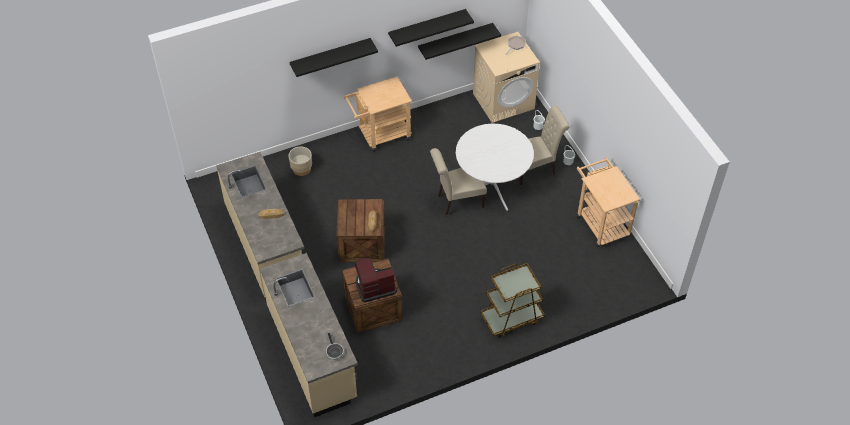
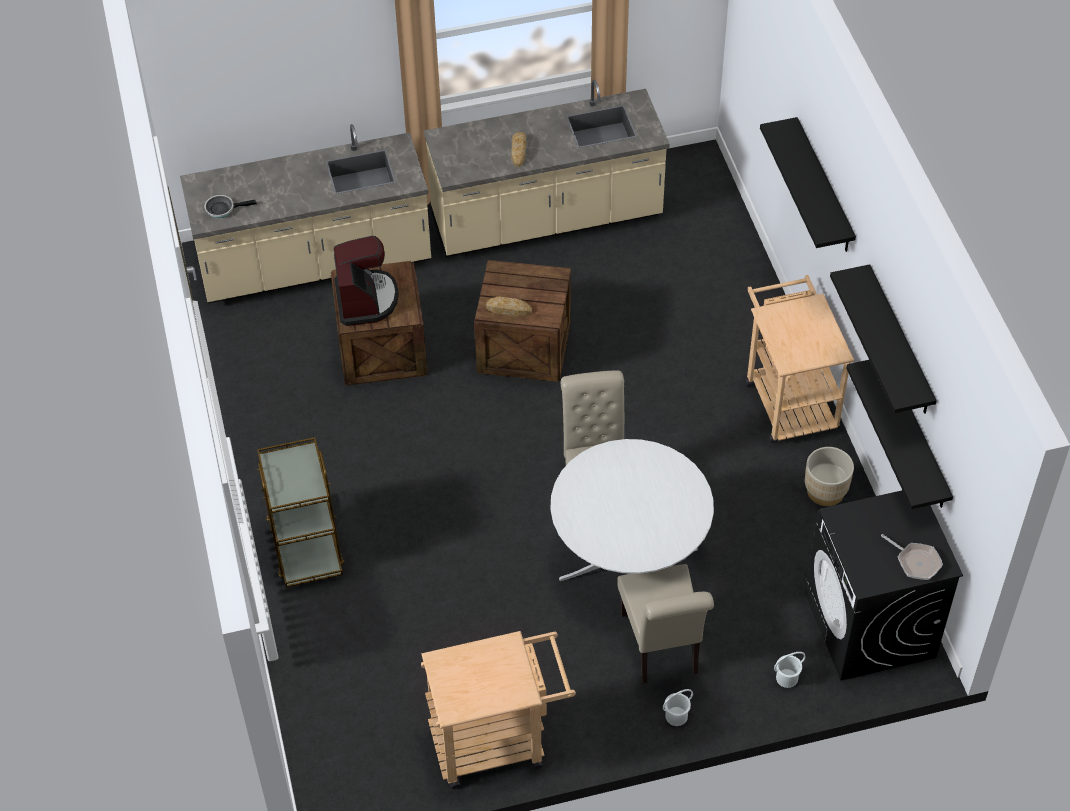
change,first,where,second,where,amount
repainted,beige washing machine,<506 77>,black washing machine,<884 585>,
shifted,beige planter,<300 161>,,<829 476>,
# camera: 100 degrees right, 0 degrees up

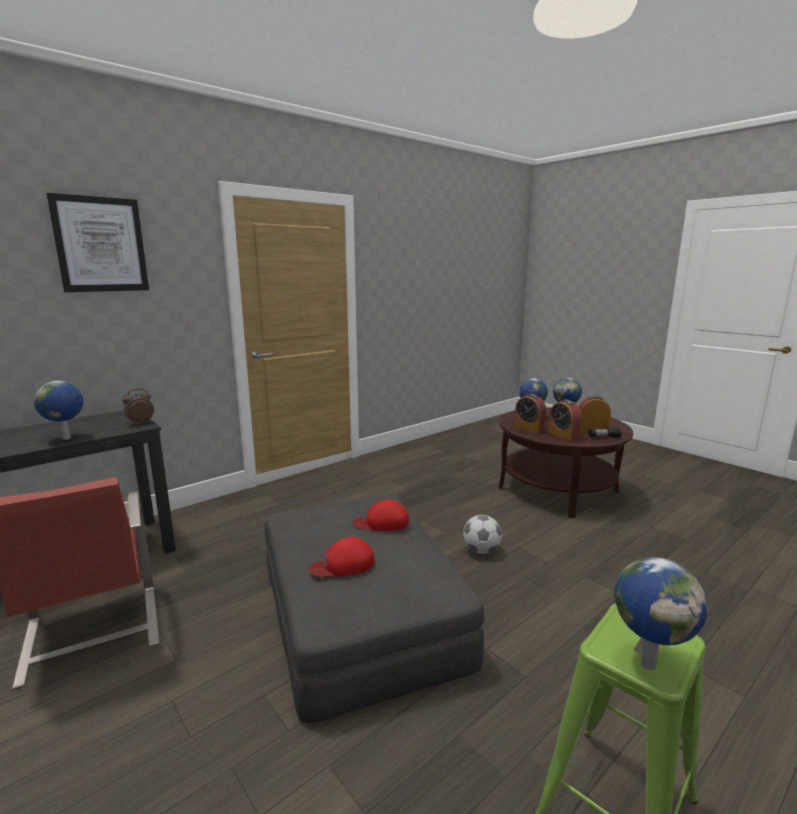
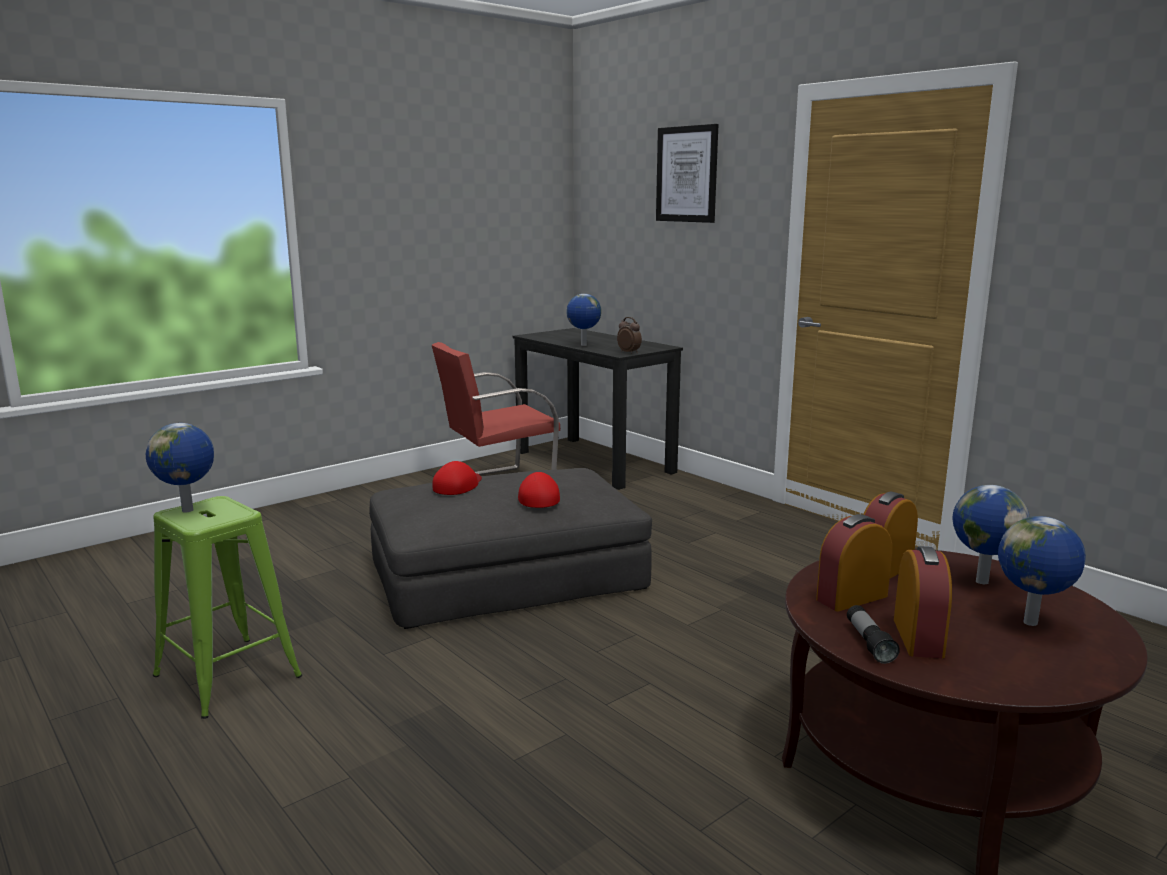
change,first,where,second,where,amount
gone,football,<482 534>,,,
rotated,red cap,<342 557>,,<457 478>,45 degrees clockwise
# camera: 90 degrees right, 0 degrees up

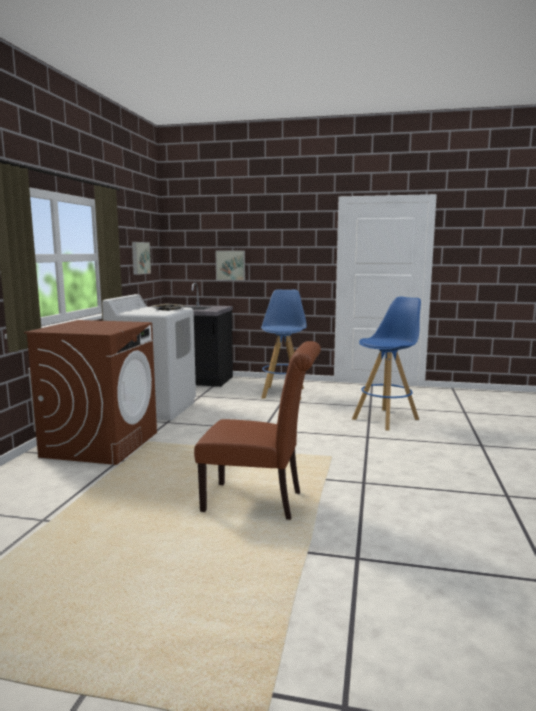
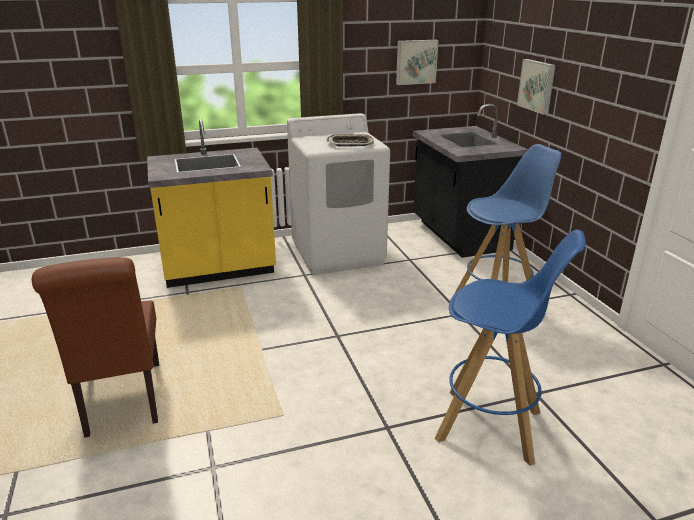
change,first,where,second,where,amount
swapped,brown washing machine,<90 392>,yellow counter,<211 203>,
# camera: 60 degrees right, 15 degrees up

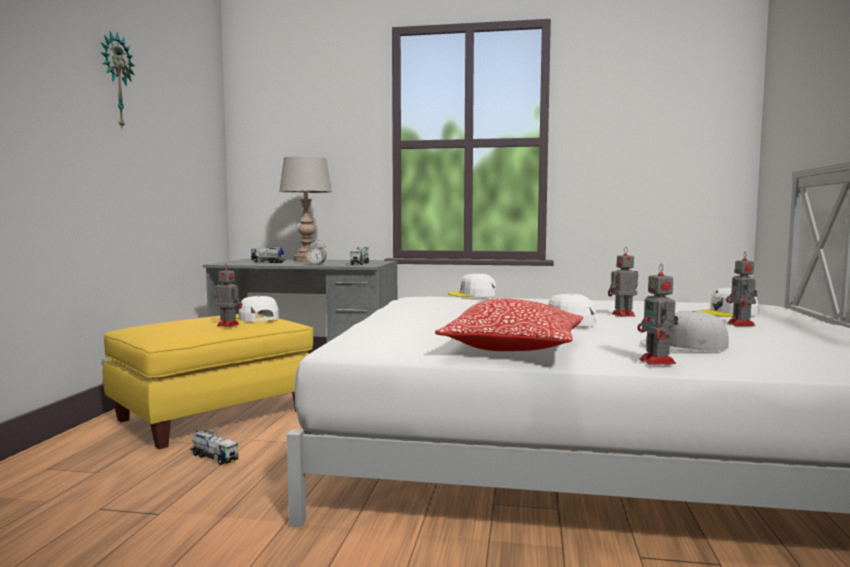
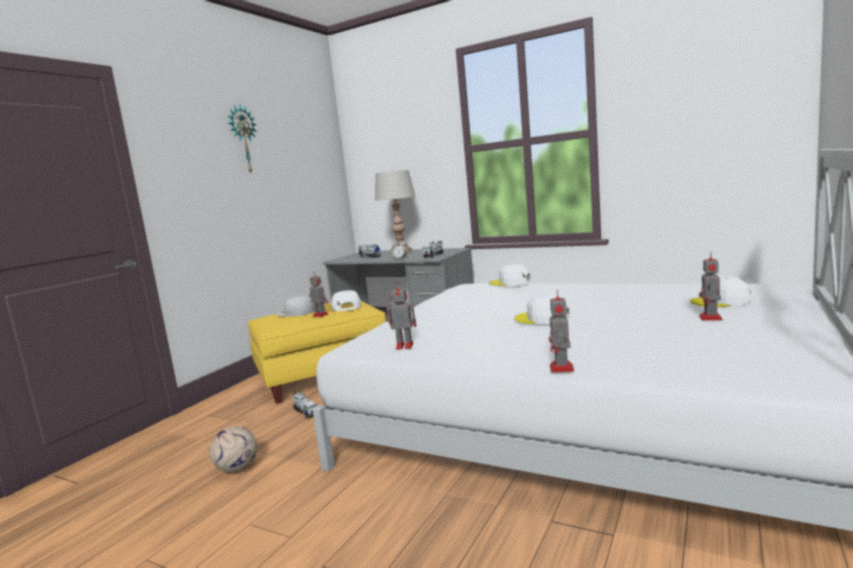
change,first,where,second,where,amount
shifted,toy robot,<623 282>,,<400 316>,
gone,pillow,<509 324>,,,
shifted,white cap,<684 330>,,<295 306>,
new,,,football,<233 449>,
# camera: 20 degrees right, 5 degrees up

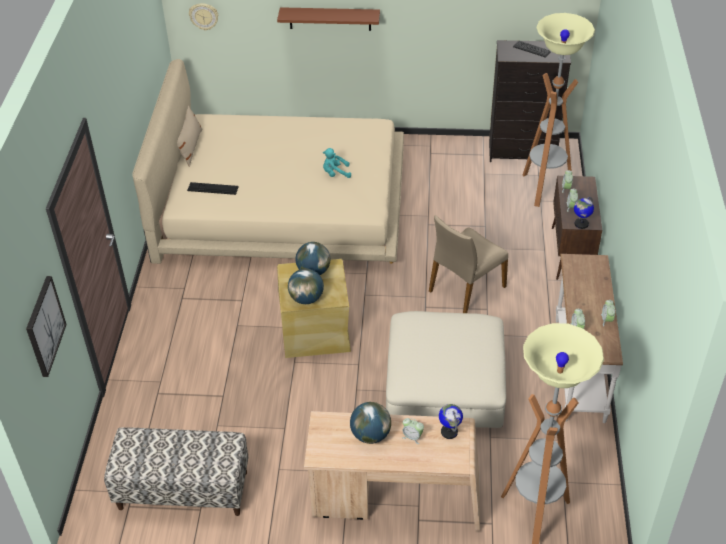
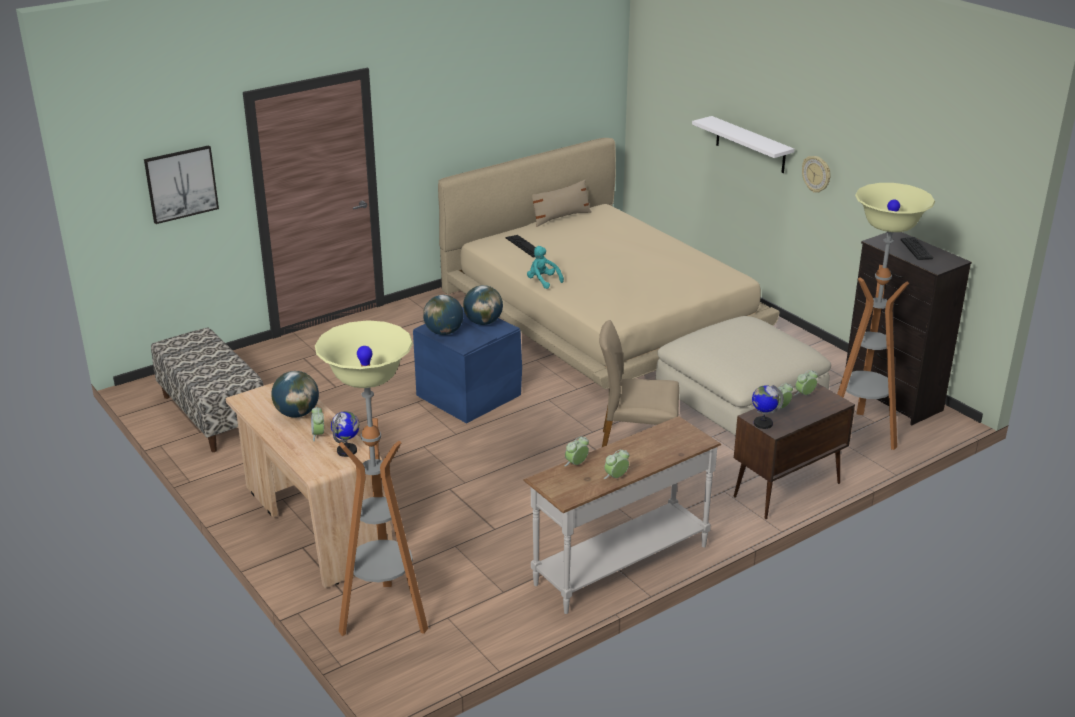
change,first,where,second,where,amount
shifted,wall clock,<204 17>,,<816 174>,
repainted,brown shelf,<328 19>,white shelf,<743 144>,
shifted,turquoise plush toy,<337 163>,,<545 267>,
repainted,beige storage box,<314 308>,blue storage box,<467 365>,
shifted,beige ottoman,<446 369>,,<743 376>,
# camera: 50 degrees right, 15 degrees down

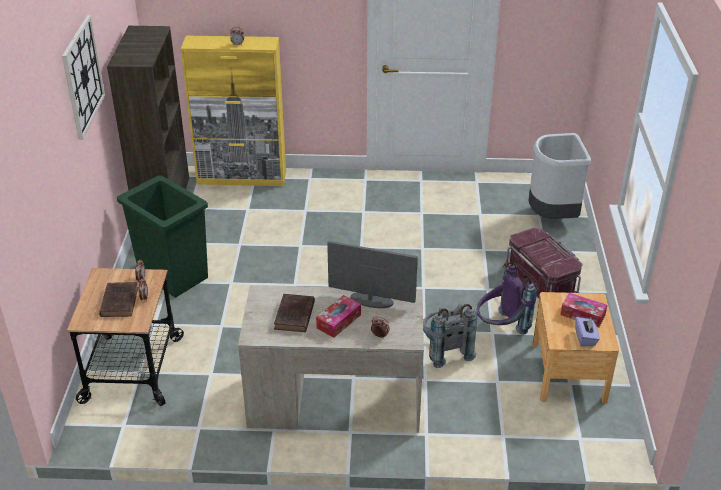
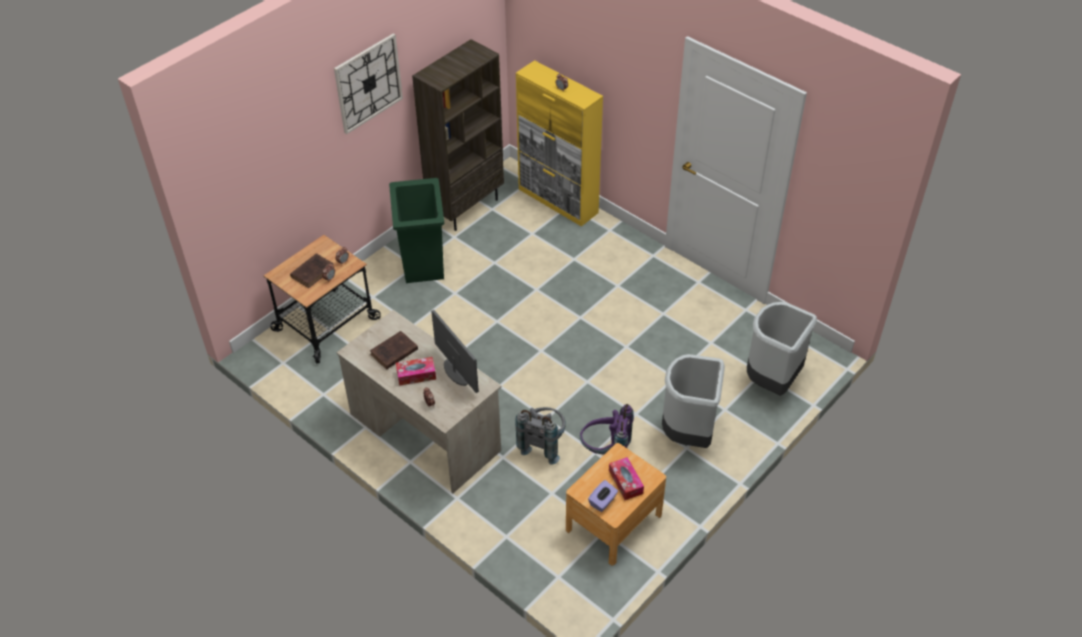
change,first,where,second,where,amount
swapped,red storage box,<543 263>,grey trash can,<693 401>,
# camera: 40 degrees right, 10 degrees up

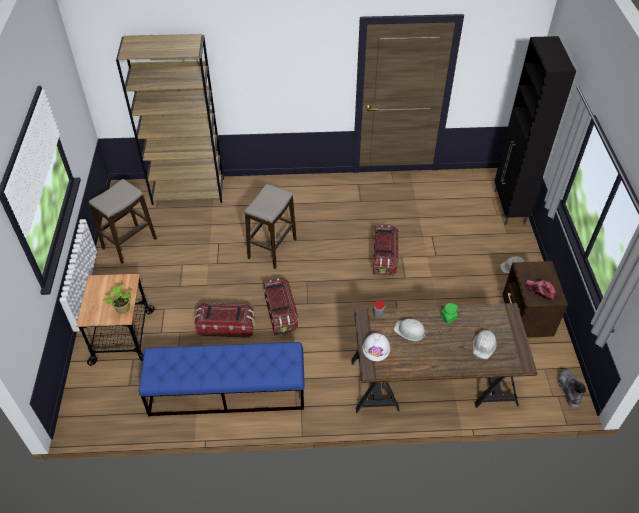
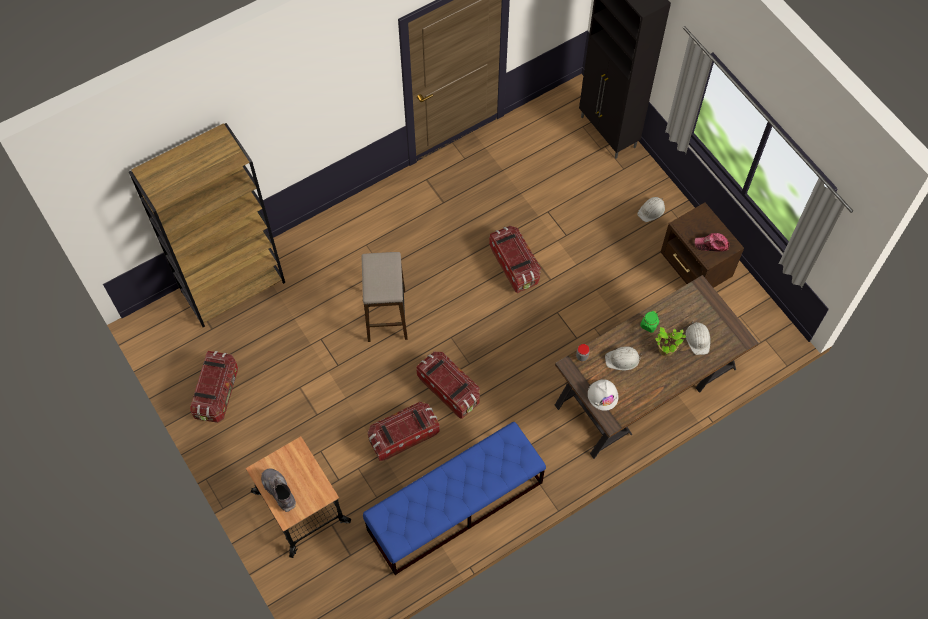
change,first,where,second,where,amount
swapped,stool,<123 221>,storage box,<214 387>,
shifted,potted plant,<117 299>,,<671 341>,
shifted,grey boot,<571 389>,,<278 490>,
# camera: 30 degrees left, 15 degrees up

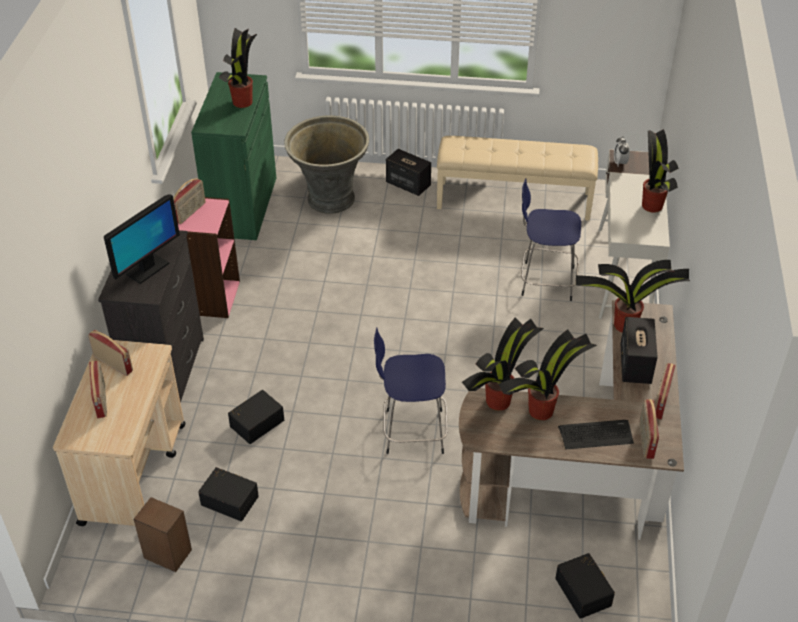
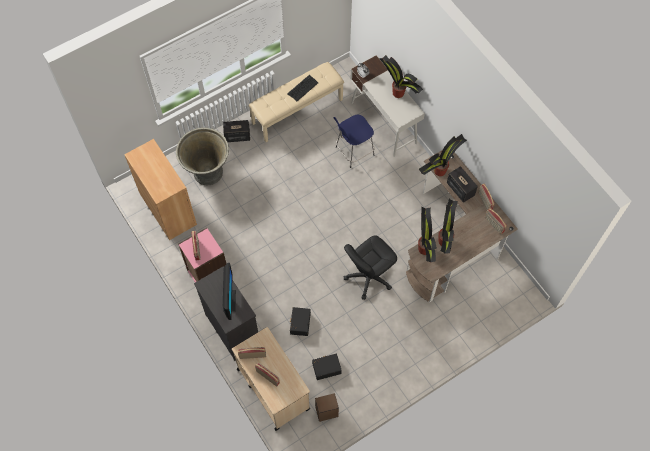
change,first,where,second,where,amount
gone,potted plant,<237 68>,,,
repainted,green cabinet,<233 156>,brown cabinet,<160 189>,
swapped,blue stool,<411 390>,black office chair,<370 267>,
shifted,keyboard,<596 434>,,<303 88>,
gone,black storage box,<585 586>,,,
# camera: 40 degrees left, 20 degrees up

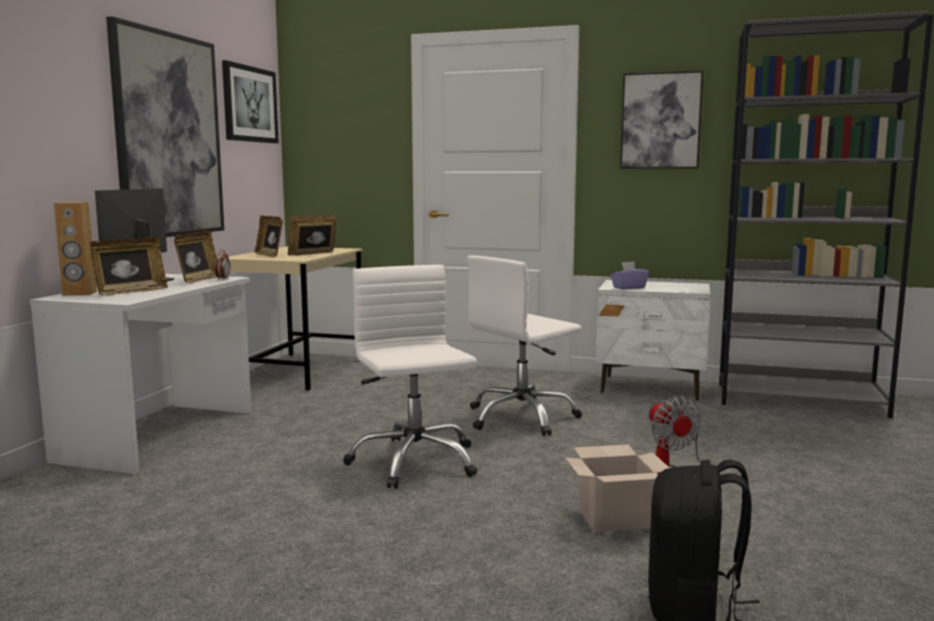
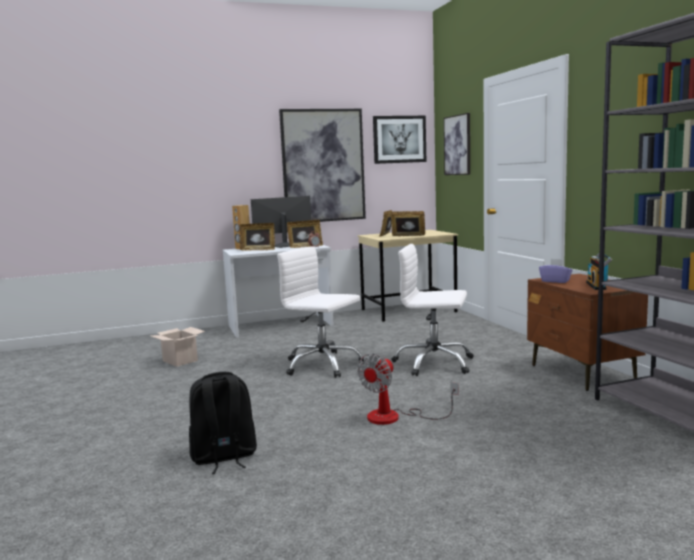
change,first,where,second,where,amount
shifted,picture,<661 120>,,<457 144>,
rotated,white office chair,<410 377>,,<321 312>,90 degrees counterclockwise
repainted,white nightstand,<653 340>,brown nightstand,<587 332>,
shifted,cardboard box,<617 488>,,<178 347>,
new,,,radio,<599 271>,
# camera: 55 degrees right, 0 degrees up

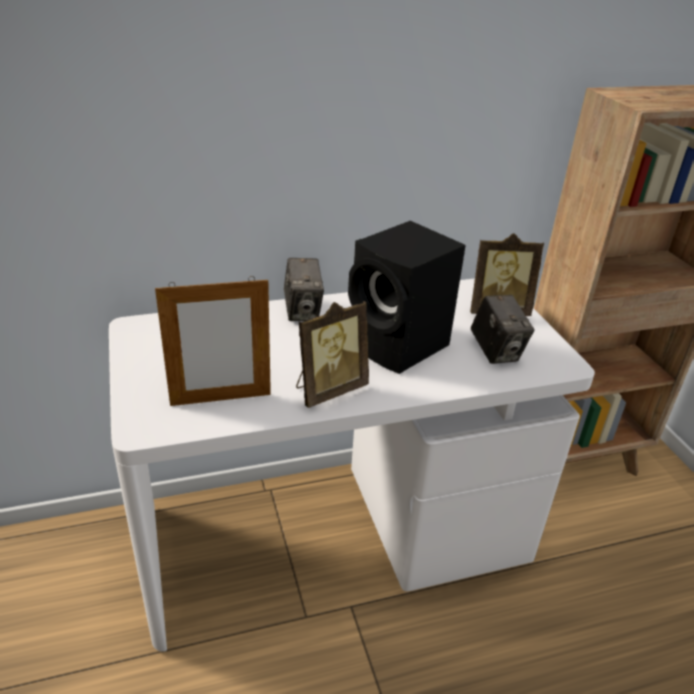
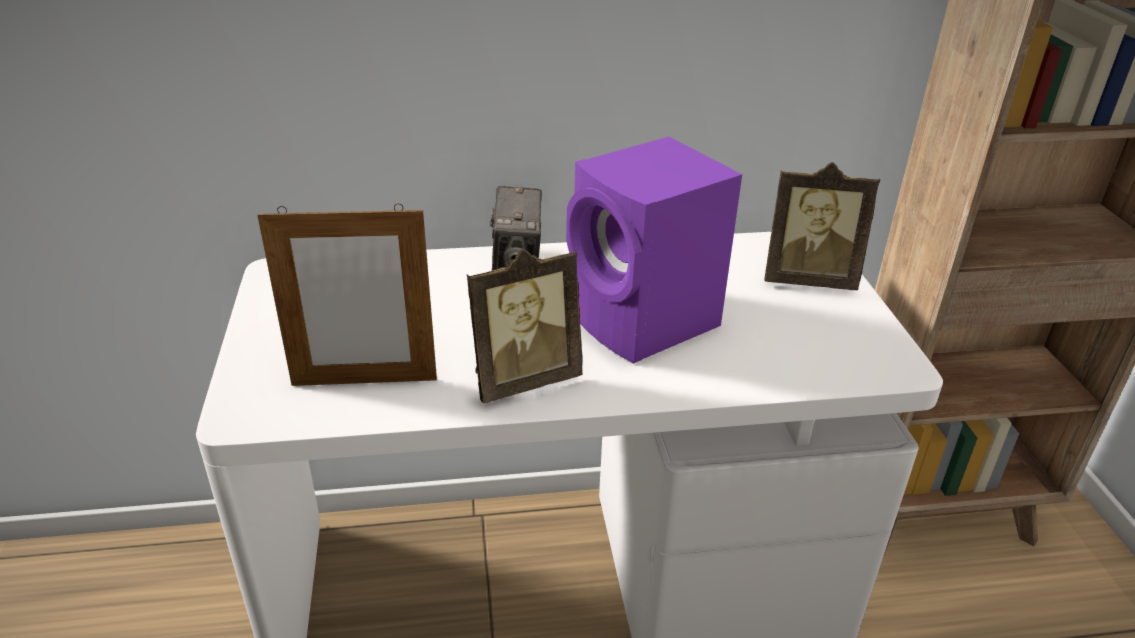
change,first,where,second,where,amount
repainted,black speaker,<407 297>,purple speaker,<654 250>,
gone,photo camera,<502 329>,,,
# camera: 10 degrees right, 0 degrees up

